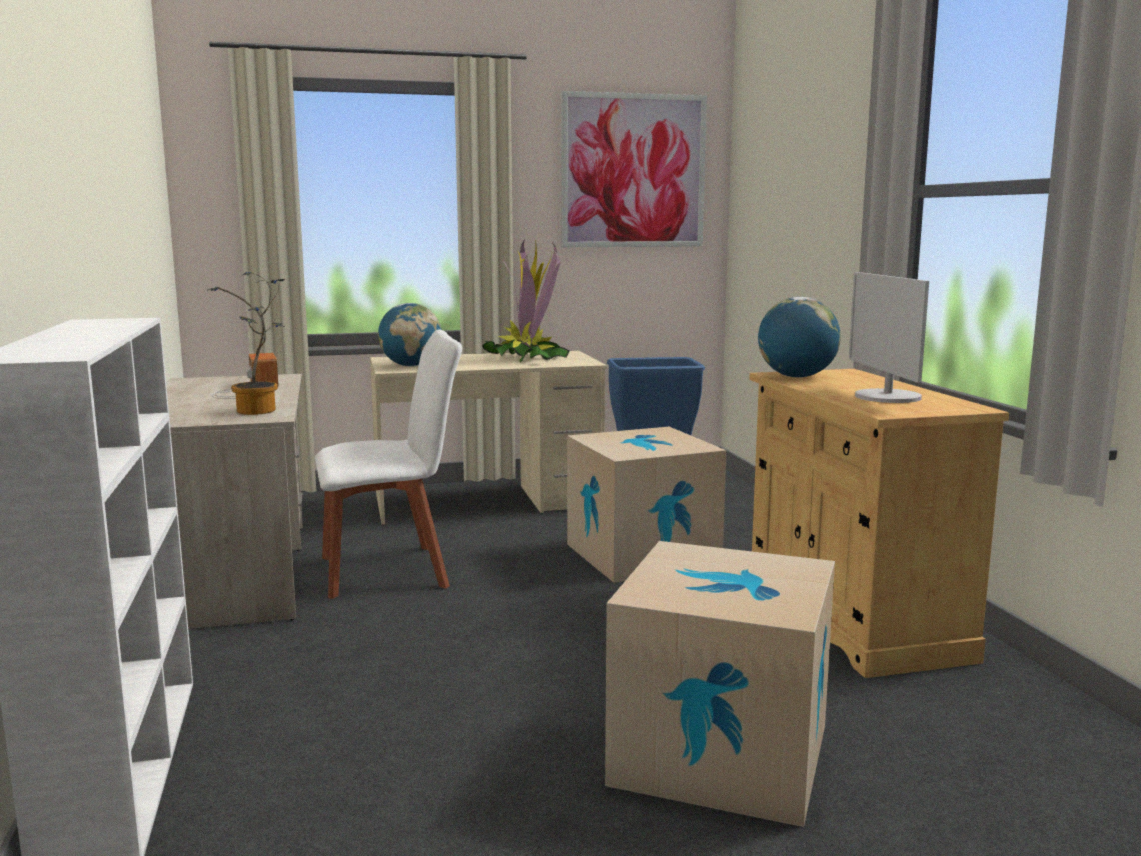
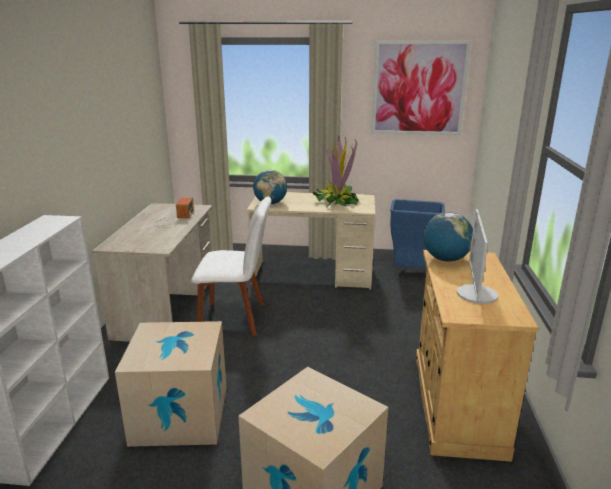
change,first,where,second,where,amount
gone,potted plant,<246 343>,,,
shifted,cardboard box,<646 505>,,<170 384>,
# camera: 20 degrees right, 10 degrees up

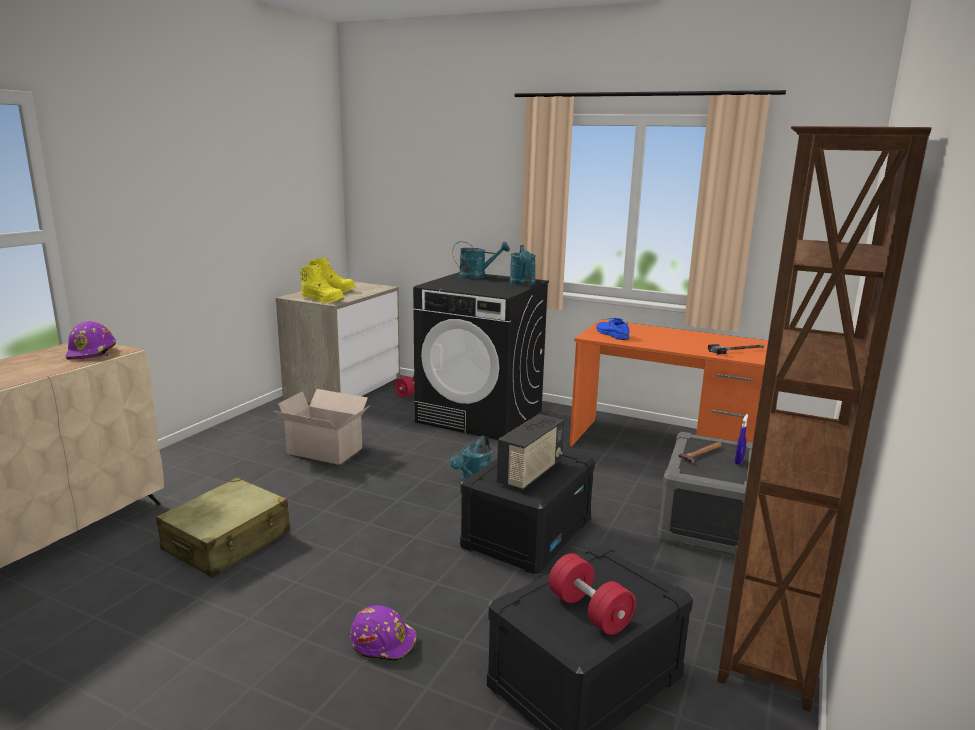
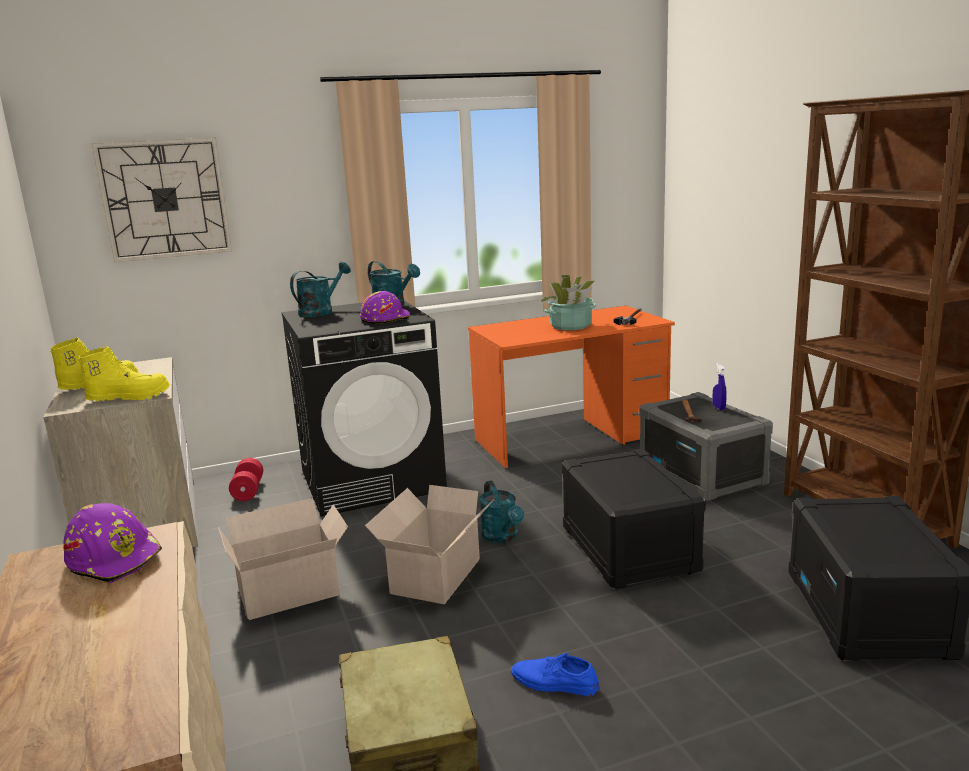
change,first,where,second,where,amount
shifted,blue shoe,<613 329>,,<555 674>,
gone,radio,<530 452>,,,
gone,red dumbbell,<592 594>,,,
shifted,purple hard hat,<383 633>,,<385 307>,
new,,,wall clock,<161 199>,
new,,,potted plant,<568 302>,
new,,,cardboard box,<429 545>,
# camera: 45 degrees left, 0 degrees up

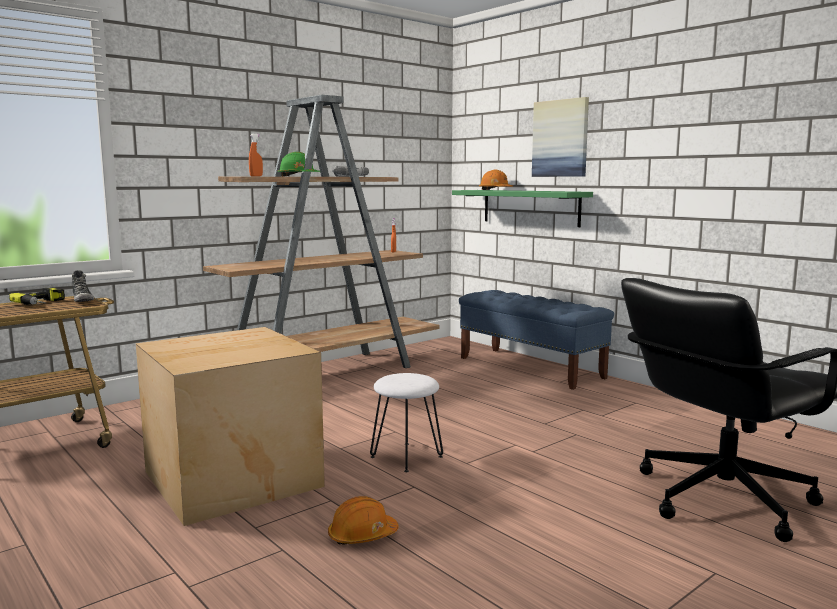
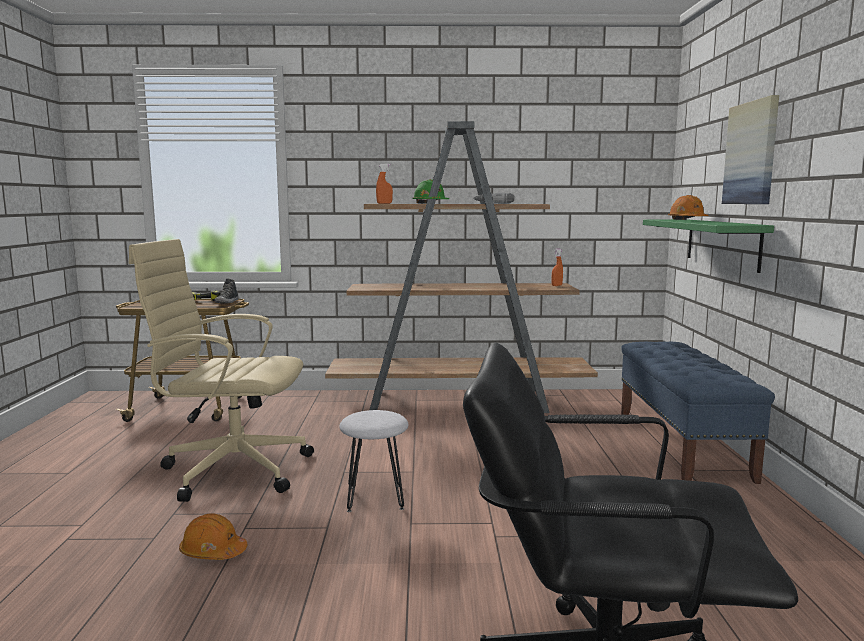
change,first,where,second,where,amount
swapped,cardboard box,<230 426>,beige office chair,<221 370>,
# camera: 40 degrees right, 0 degrees up

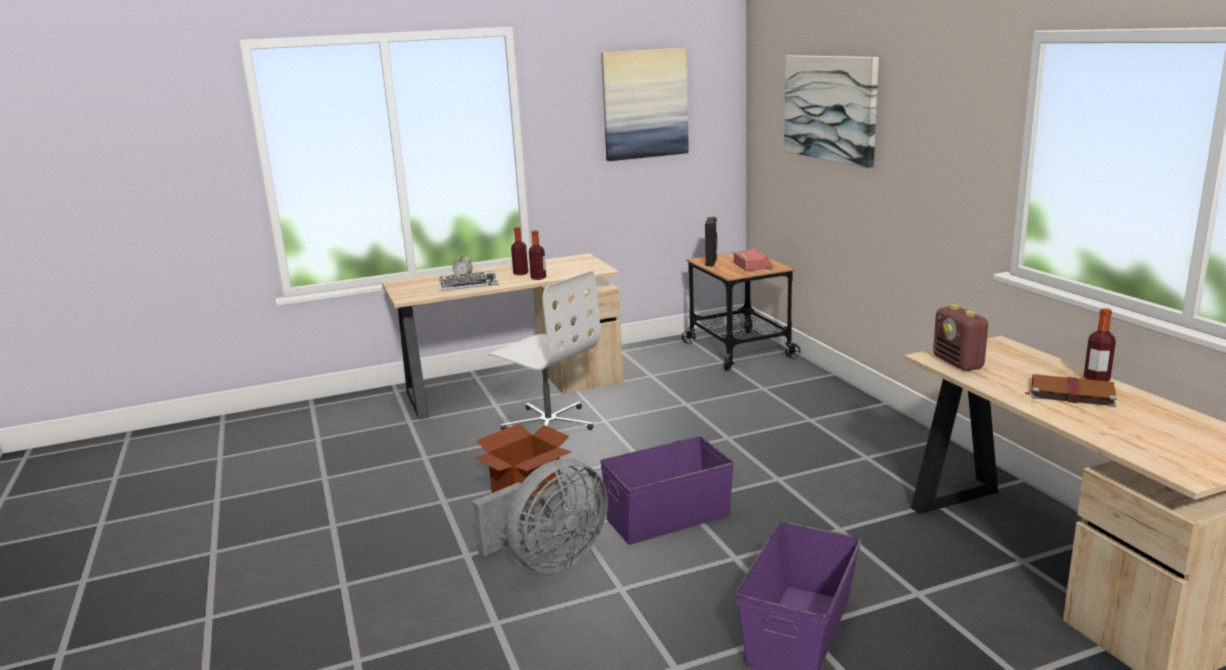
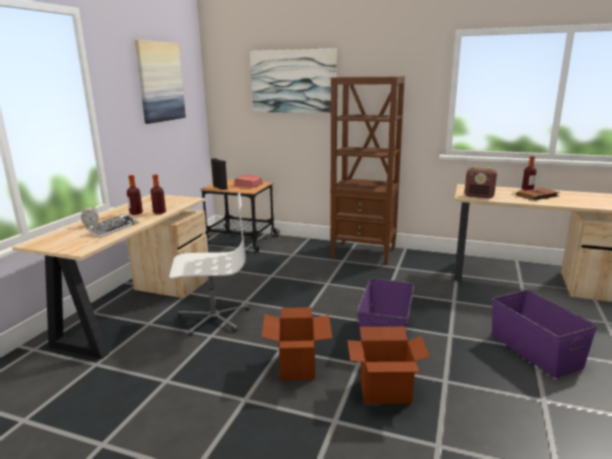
change,first,where,second,where,amount
swapped,grey fan,<540 516>,cardboard box,<388 365>,
new,,,brown bookcase,<367 170>,
# camera: 50 degrees left, 0 degrees up

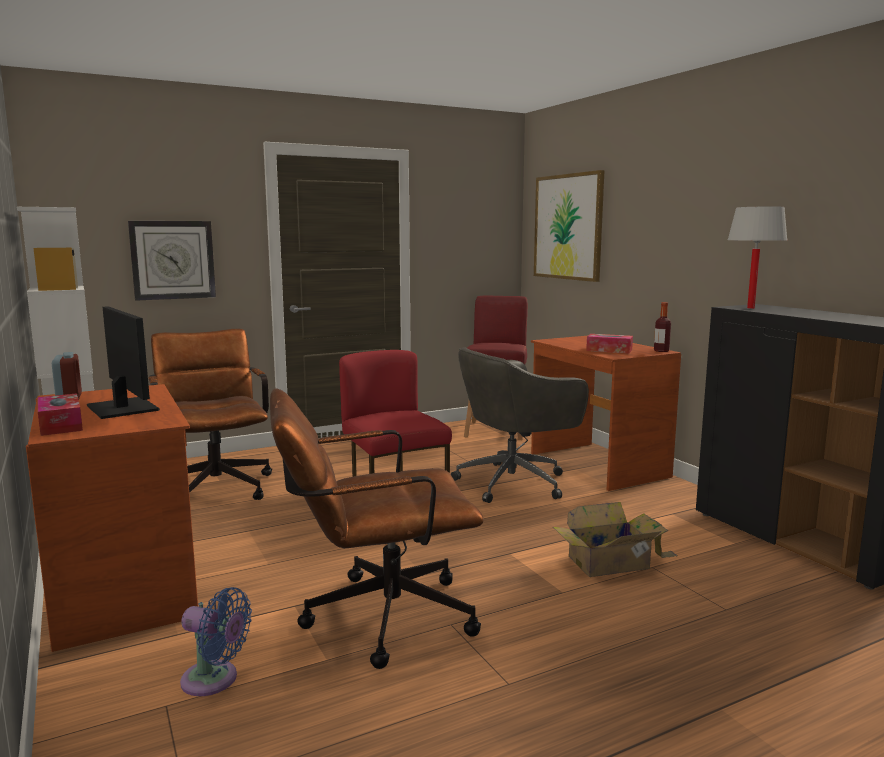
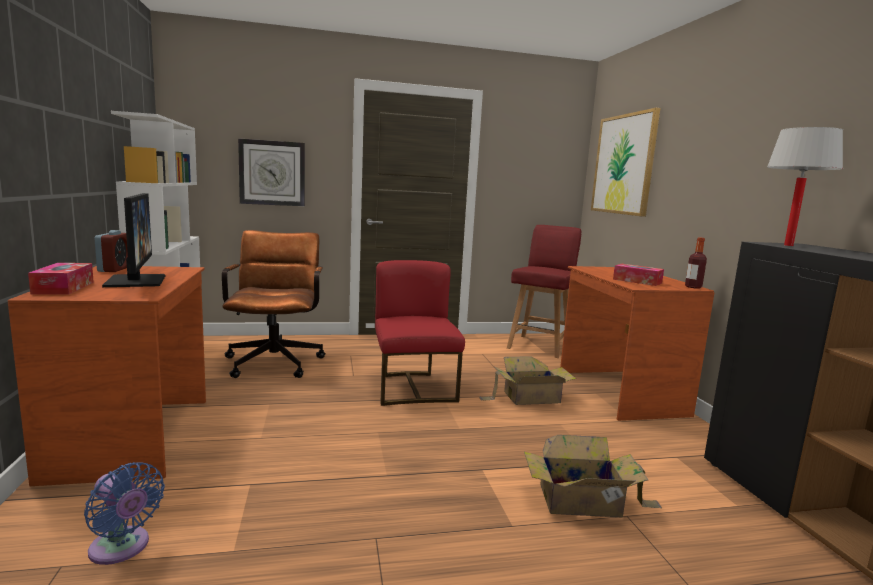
change,first,where,second,where,amount
swapped,grey office chair,<520 425>,cardboard box,<527 380>,
gone,brown office chair,<377 528>,,,
# camera: 15 degrees right, 0 degrees up

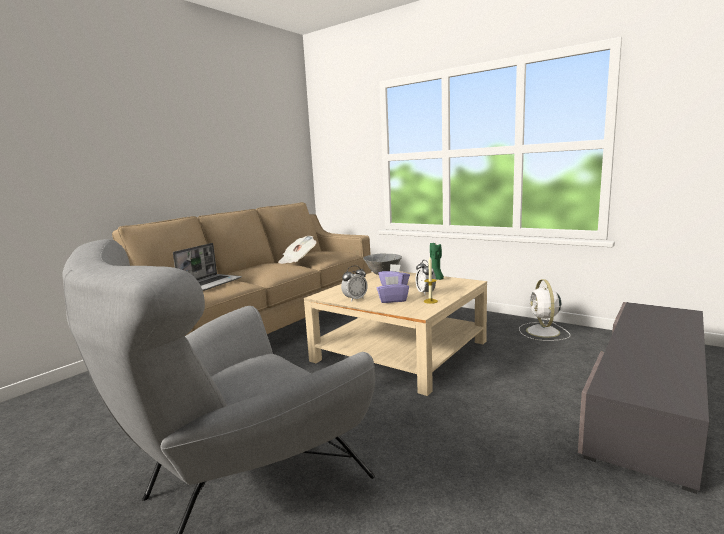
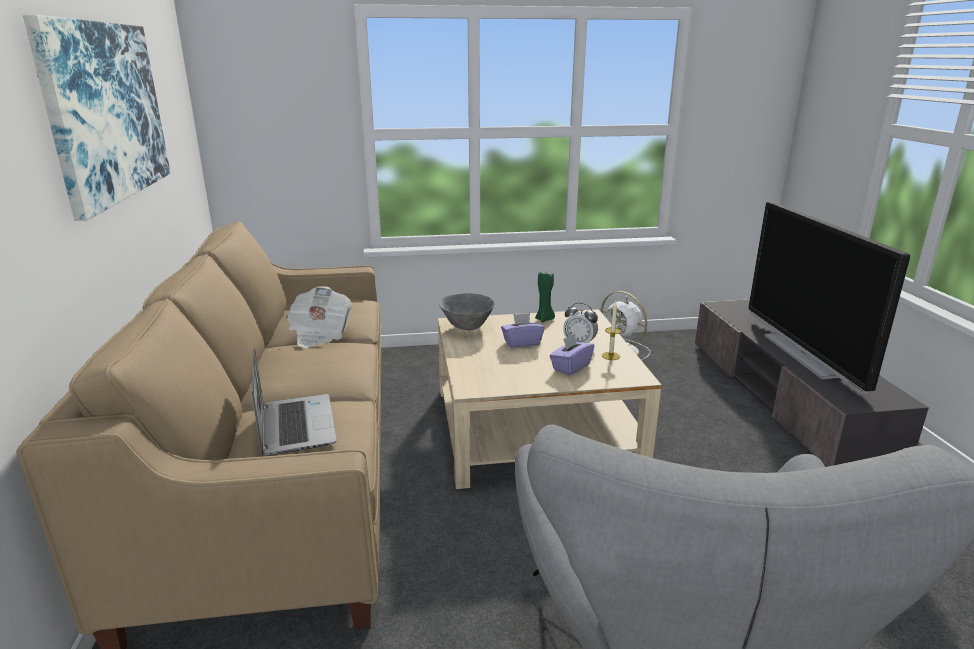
change,first,where,second,where,amount
gone,alarm clock,<354 284>,,,
new,,,picture,<97 118>,
new,,,television,<829 298>,
# camera: 45 degrees left, 10 degrees up

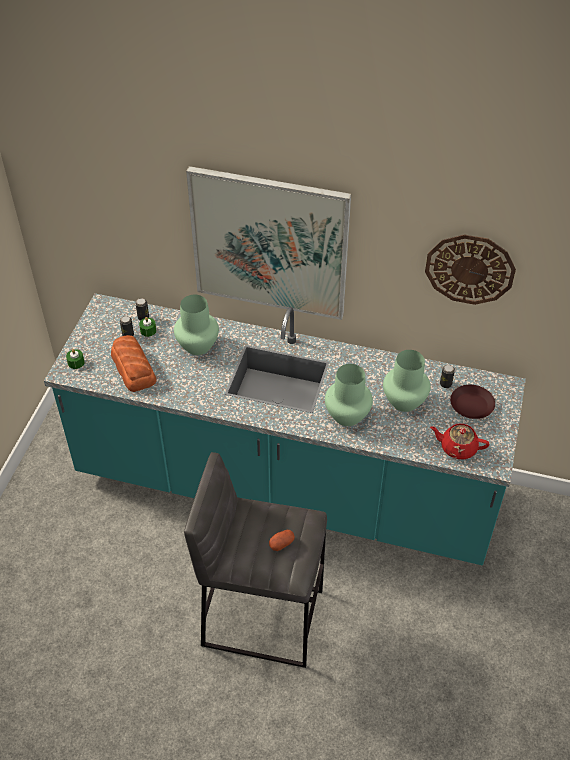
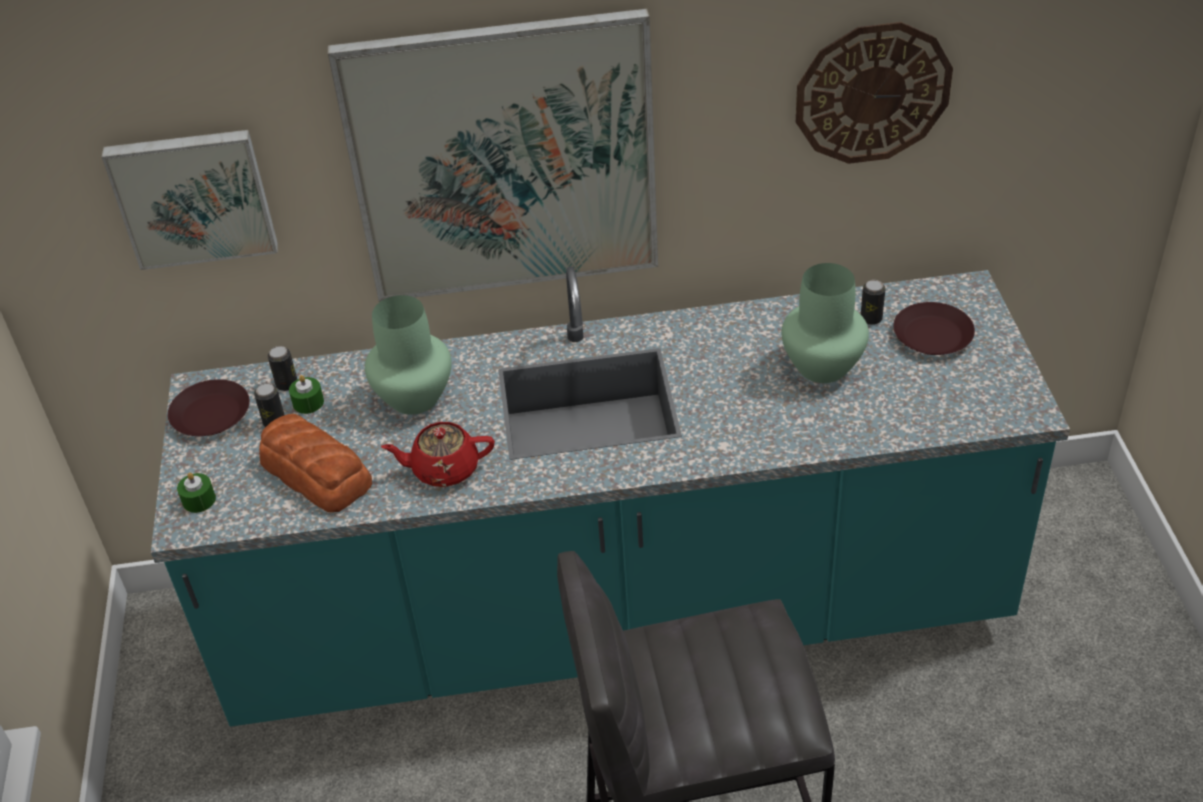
change,first,where,second,where,amount
gone,green vase,<349 395>,,,
shifted,red teapot,<460 442>,,<438 454>,
gone,potato,<282 540>,,,
new,,,picture,<190 200>,
new,,,brown plate,<209 407>,
# camera: 20 degrees left, 5 degrees down

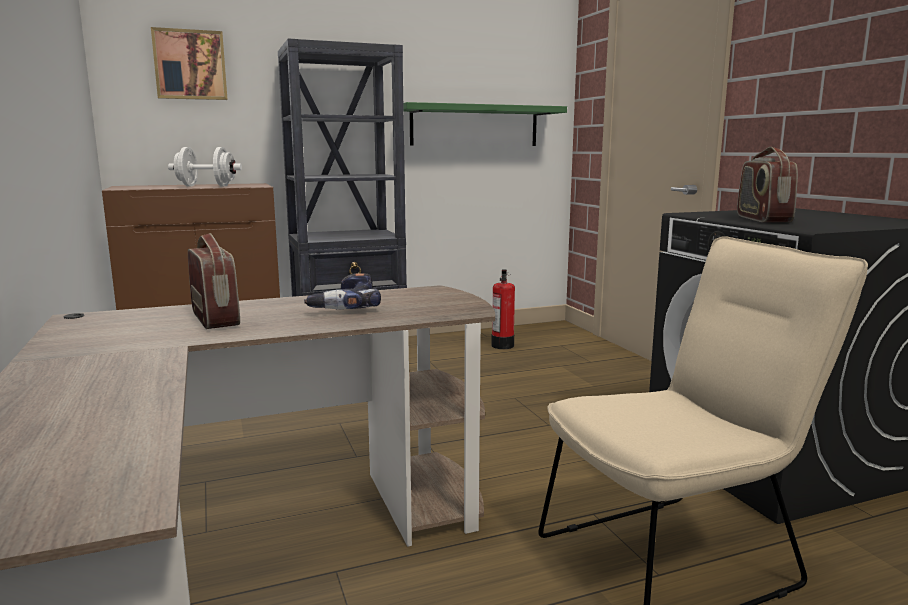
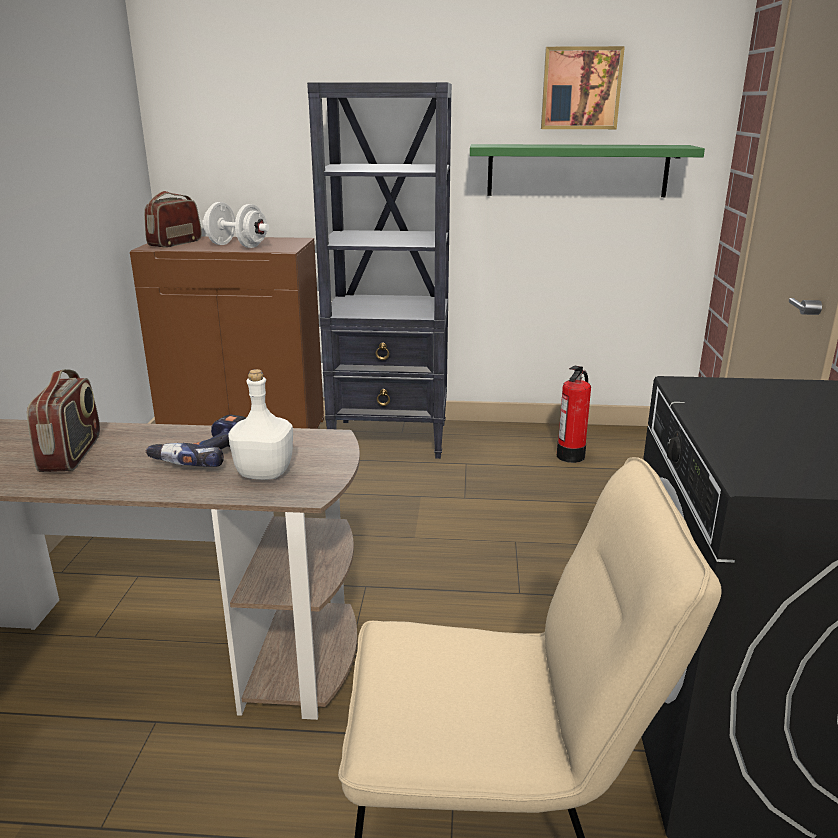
change,first,where,second,where,amount
shifted,picture,<189 63>,,<583 87>,
shifted,radio,<767 184>,,<173 219>,
new,,,white bottle,<260 424>,
# camera: 25 degrees right, 10 degrees up

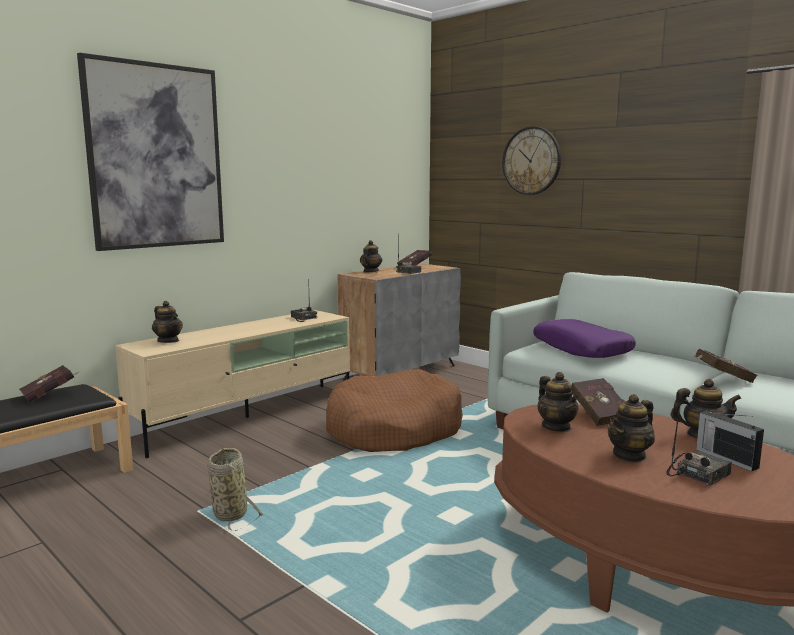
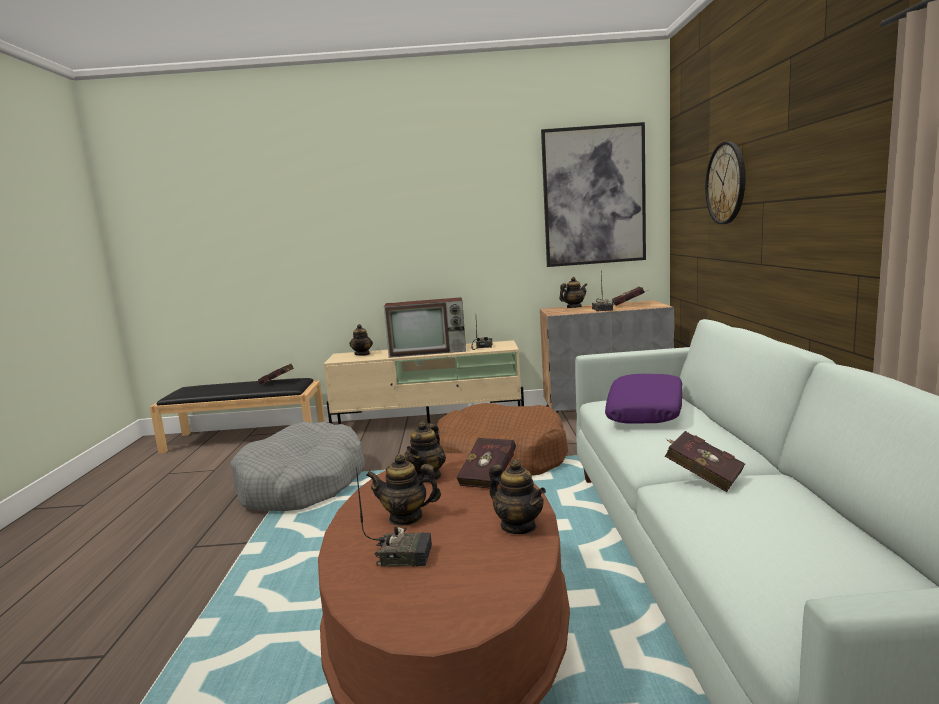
change,first,where,second,where,amount
shifted,picture,<150 152>,,<593 194>,
gone,radio,<730 441>,,,
swapped,basket,<235 489>,grey dog bed,<297 466>,
new,,,television,<425 327>,
# camera: 45 degrees right, 0 degrees up

